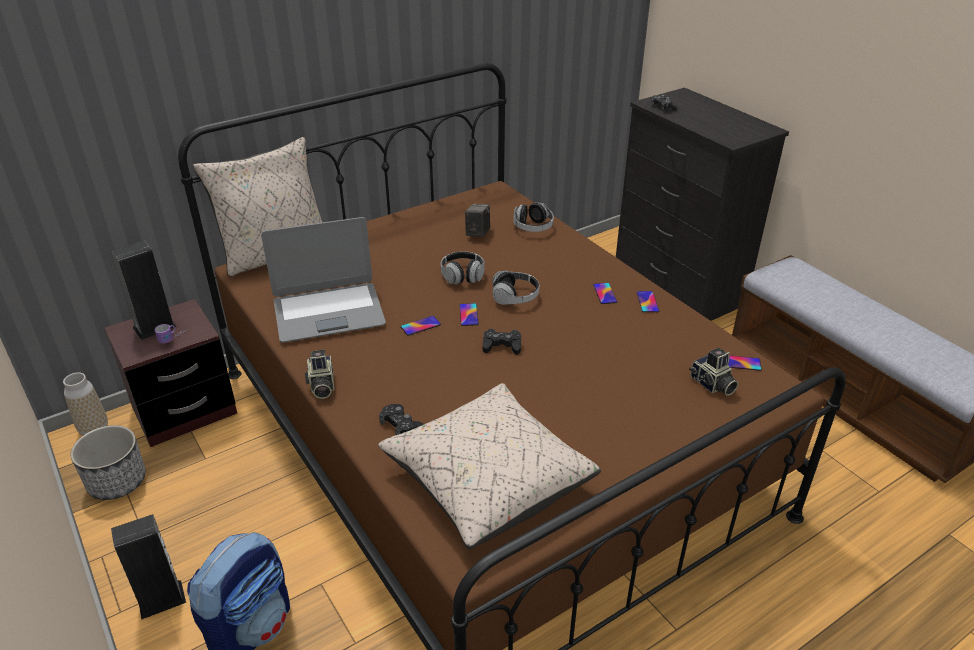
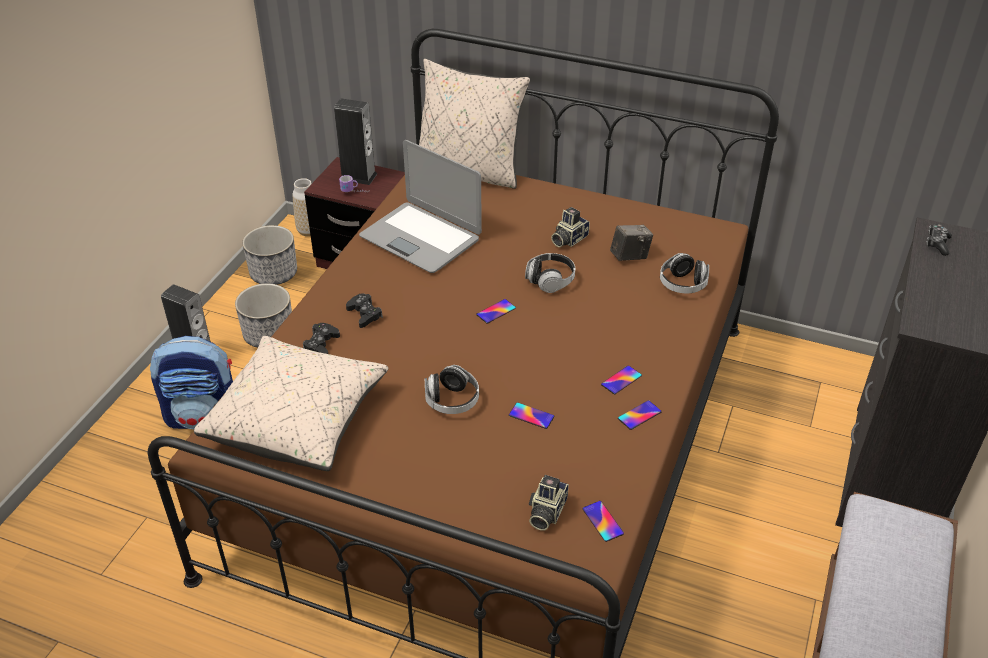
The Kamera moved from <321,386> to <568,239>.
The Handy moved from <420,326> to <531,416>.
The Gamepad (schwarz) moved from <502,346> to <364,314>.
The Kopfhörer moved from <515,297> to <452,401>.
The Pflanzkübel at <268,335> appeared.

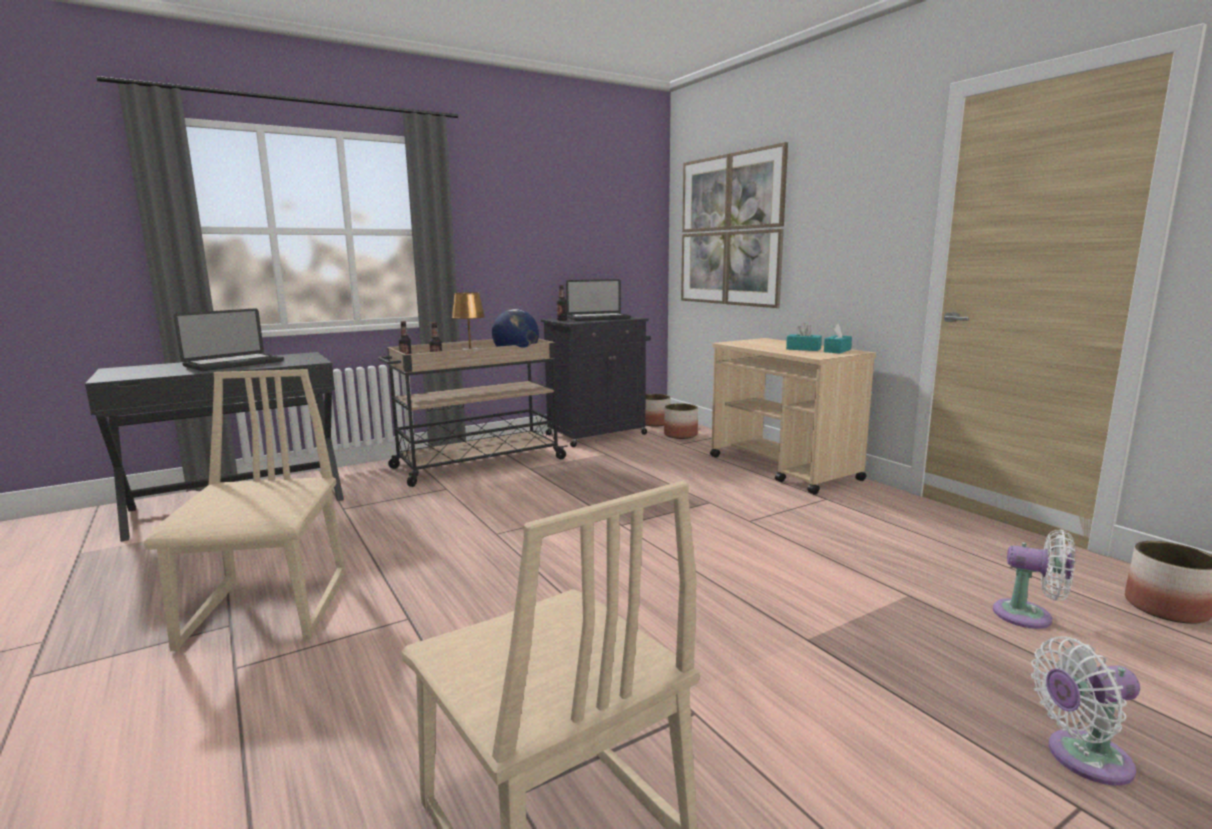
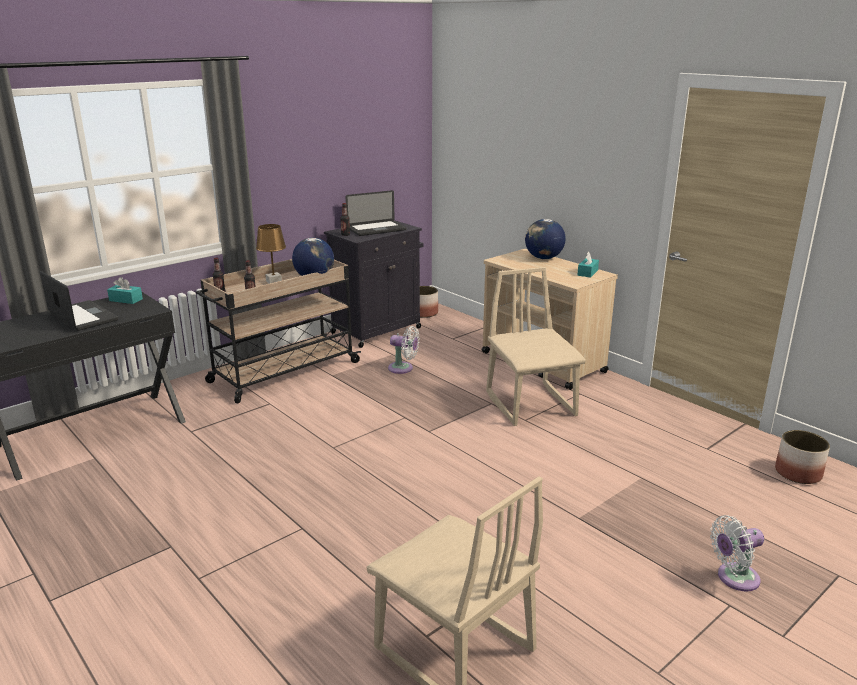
The Stuhl (beige) moved from <269,610> to <531,404>.
The Laptop at <234,364> turned 75 degrees counterclockwise.
The Pflanzkübel at <680,435> disappeared.
The Bild at <730,230> disappeared.
The Taschentuchbox (türkis) moved from <803,349> to <126,300>.
The Ventilator (weiß) moved from <1029,616> to <403,368>.
The Globus at <543,258> appeared.

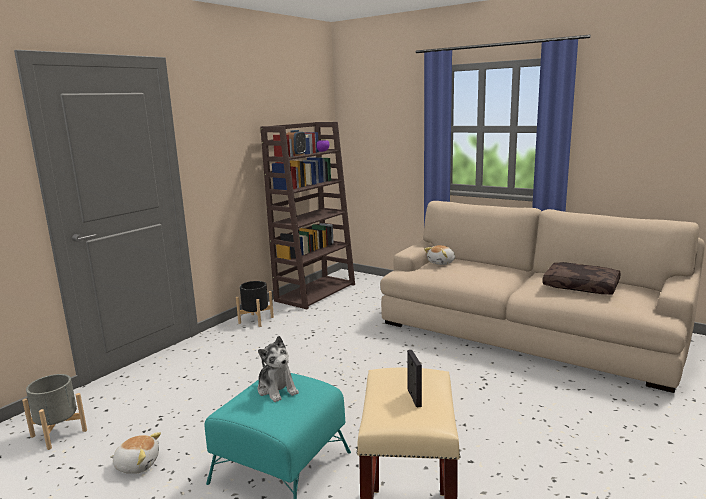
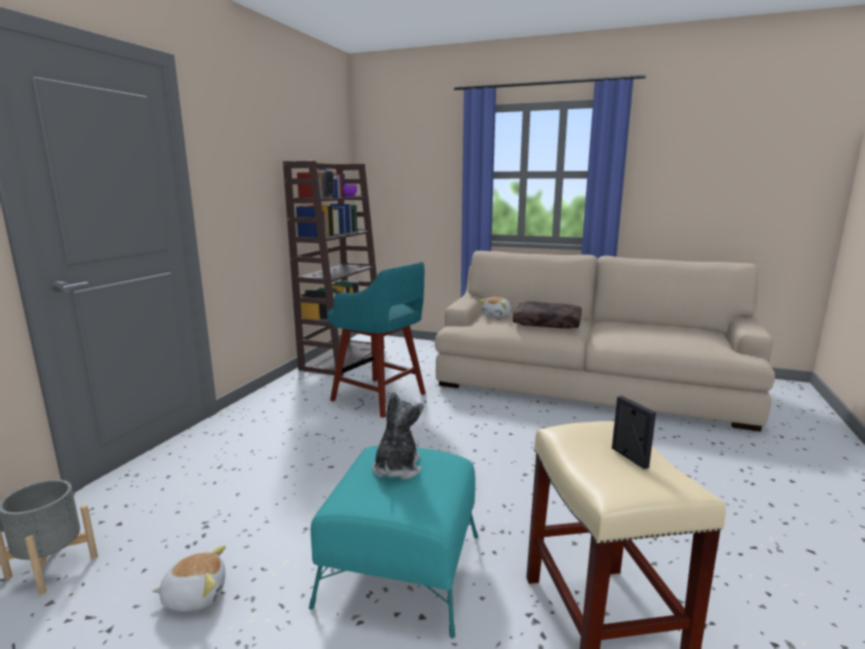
The Pflanzkübel (schwarz) at <256,320> disappeared.
The Plüschtier at <277,389> turned 120 degrees counterclockwise.
The Kissen (braun) moved from <581,286> to <548,323>.
The Hocker (türkis) at <381,398> appeared.

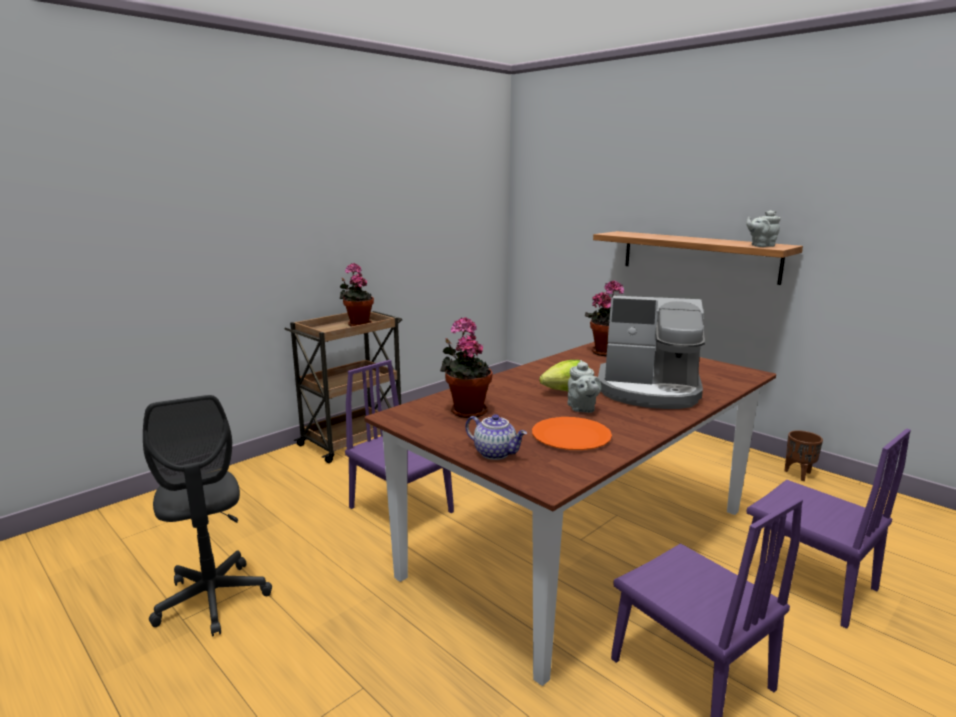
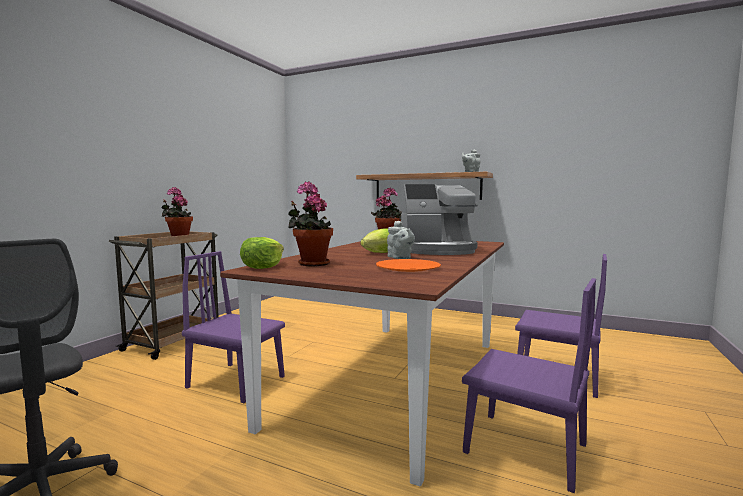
The Teekanne at <496,453> disappeared.
The Pflanzkübel (braun) at <799,474> disappeared.
The Salatkopf at <263,267> appeared.

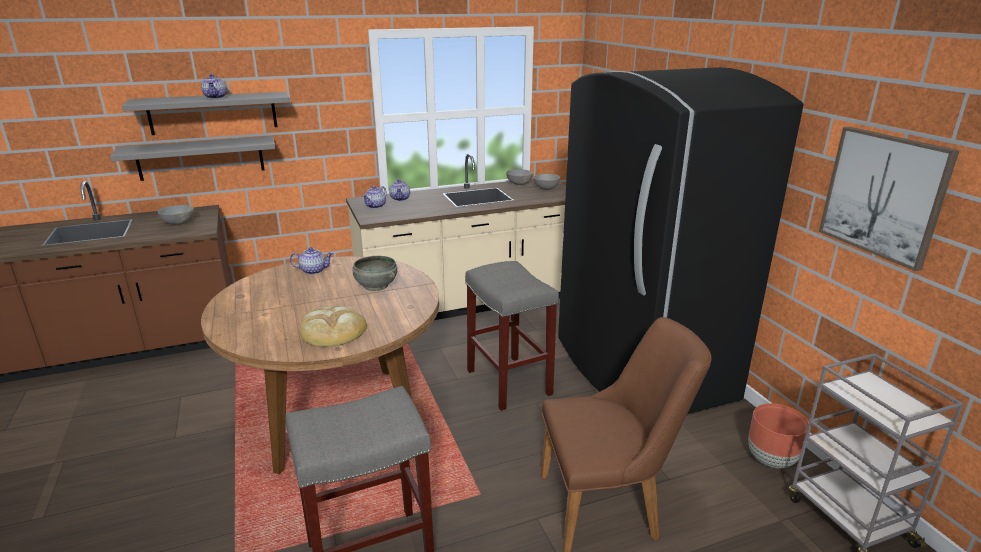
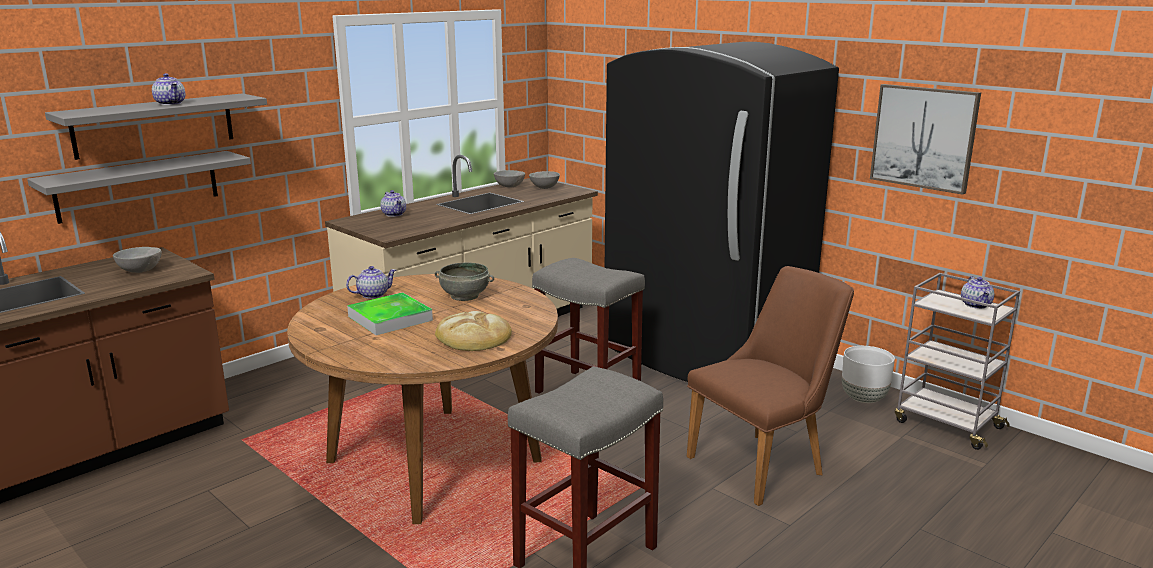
The Teekanne moved from <375,206> to <976,305>.
The Pflanzkübel (braun) at <771,460> became the Pflanzkübel (weiß) at <864,399>.
The Tablett at <390,318> appeared.

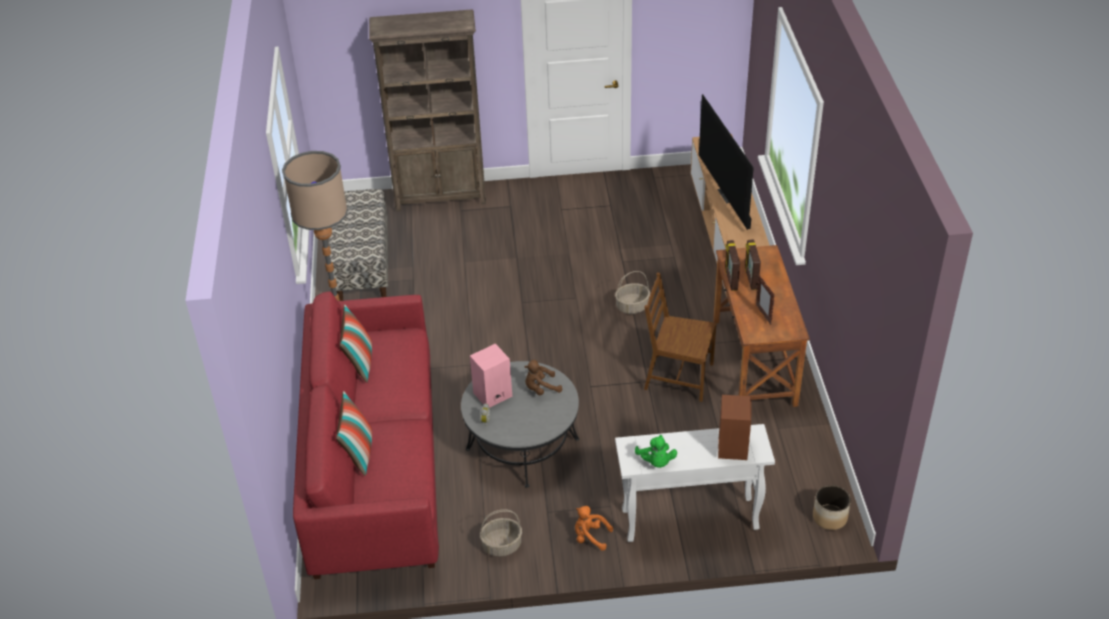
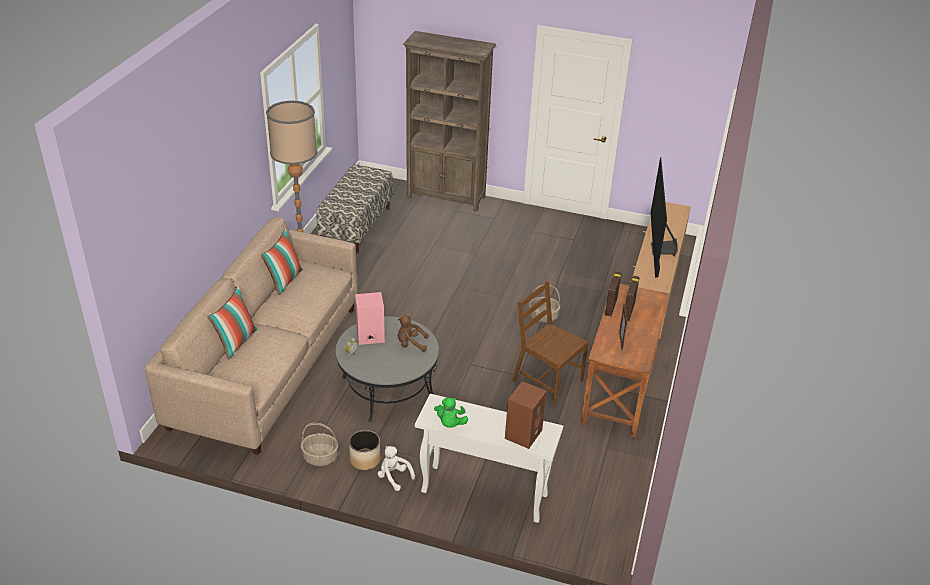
The Sofa (rot) at <374,465> became the Sofa (beige) at <267,365>.
The Plüschtier (orange) at <590,537> became the Plüschtier (weiß) at <394,477>.
The Pflanzkübel moved from <829,518> to <364,460>.

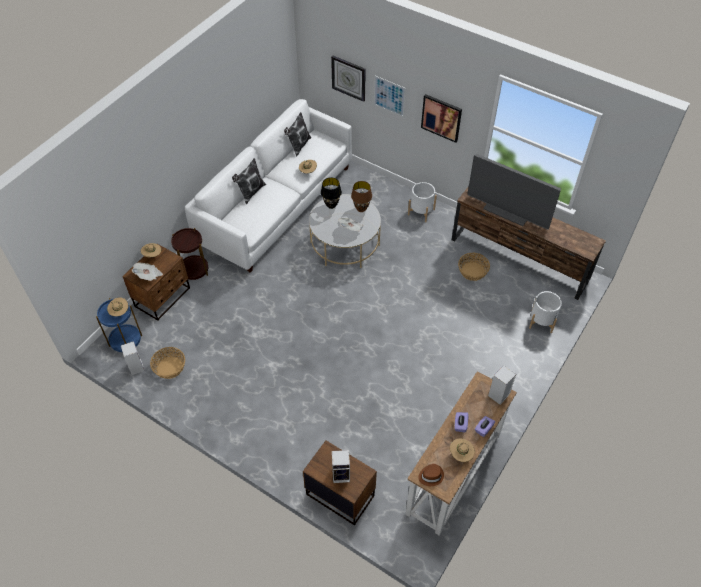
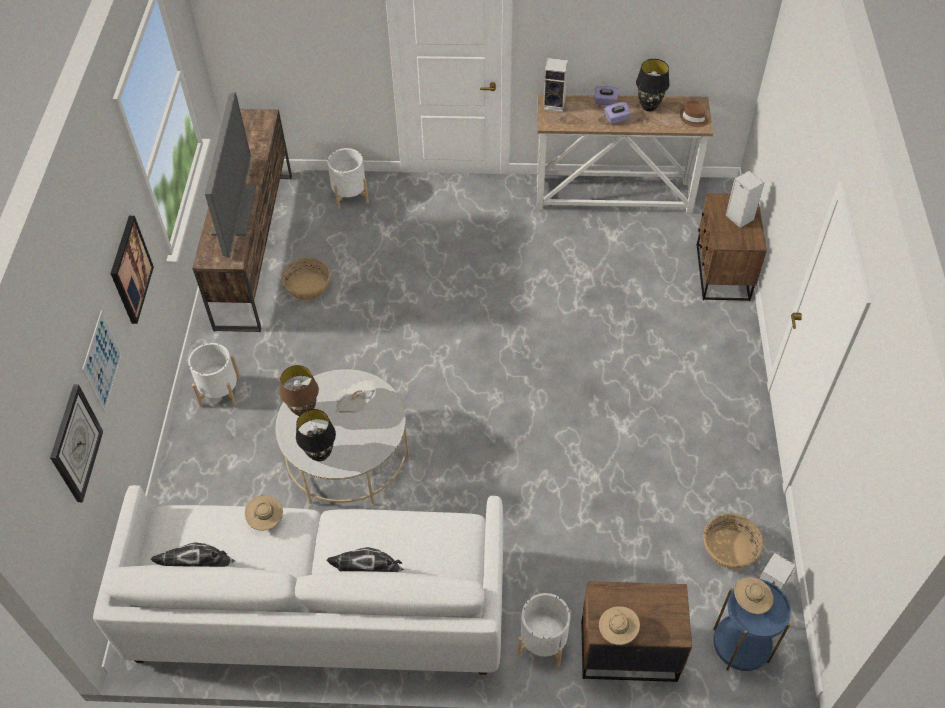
The Zeitung at <149,276> disappeared.
The Beistelltisch (braun) at <194,270> was replaced by the Pflanzkübel (weiß) at <543,641>.
The Hut (beige) at <461,454> was replaced by the Tischlampe (schwarz) at <649,107>.

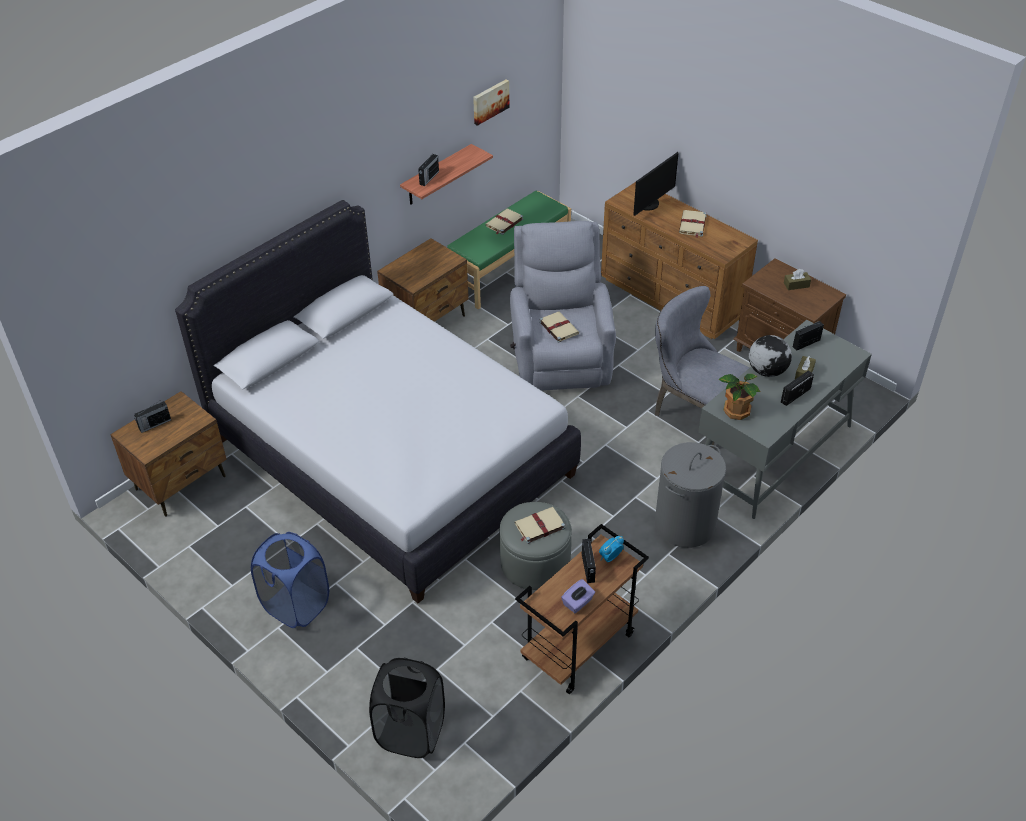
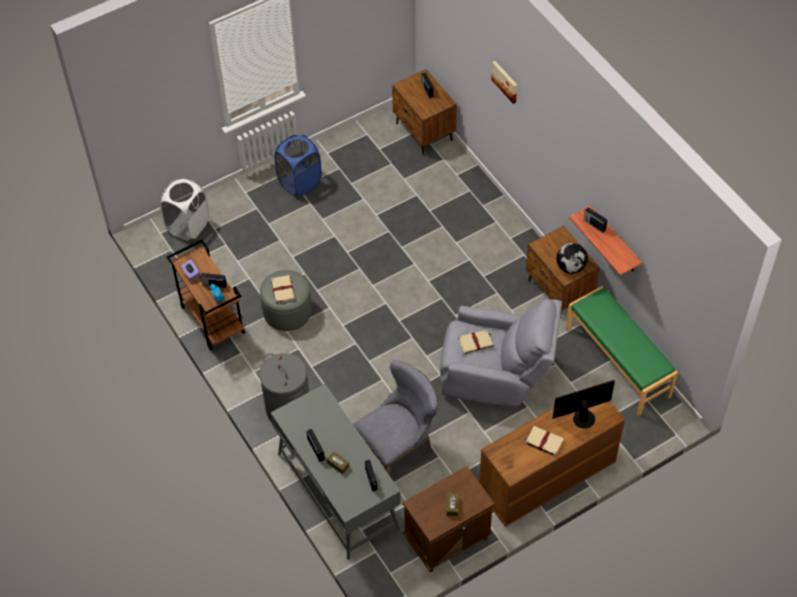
The Bett (weiß) at <391,456> disappeared.
The Wäschekorb (schwarz) at <411,732> became the Wäschekorb (weiß) at <188,226>.
The Bild moved from <490,101> to <505,81>.
The Buch (beige) at <504,223> disappeared.
The Monitor at <649,204> turned 105 degrees clockwise.
The Topfpflanze at <736,410> disappeared.
The Globus moved from <767,370> to <571,267>.

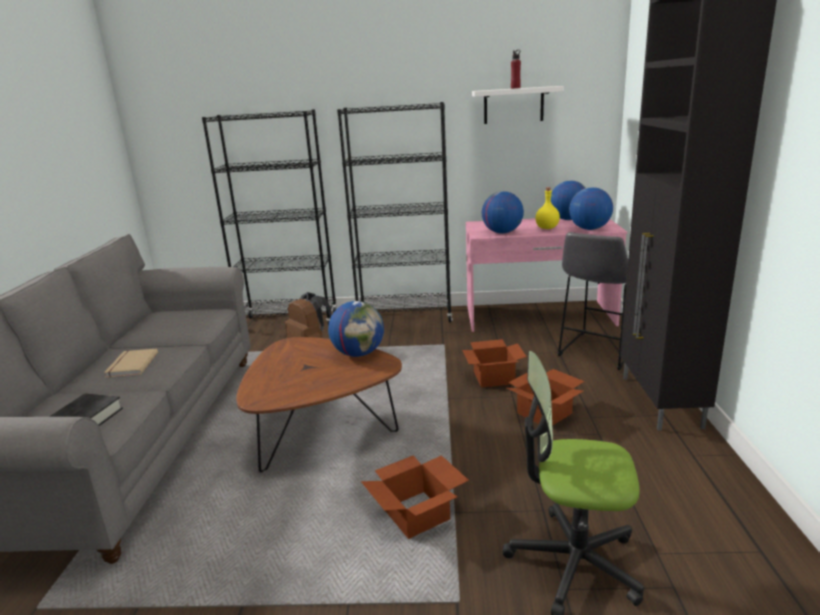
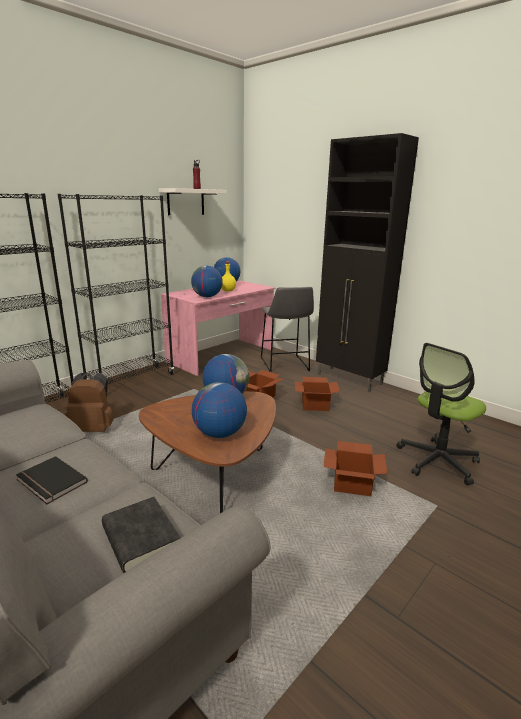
The Buch (beige) at <131,365> became the Buch (schwarz) at <50,482>.
The Globus moved from <589,229> to <219,433>.

